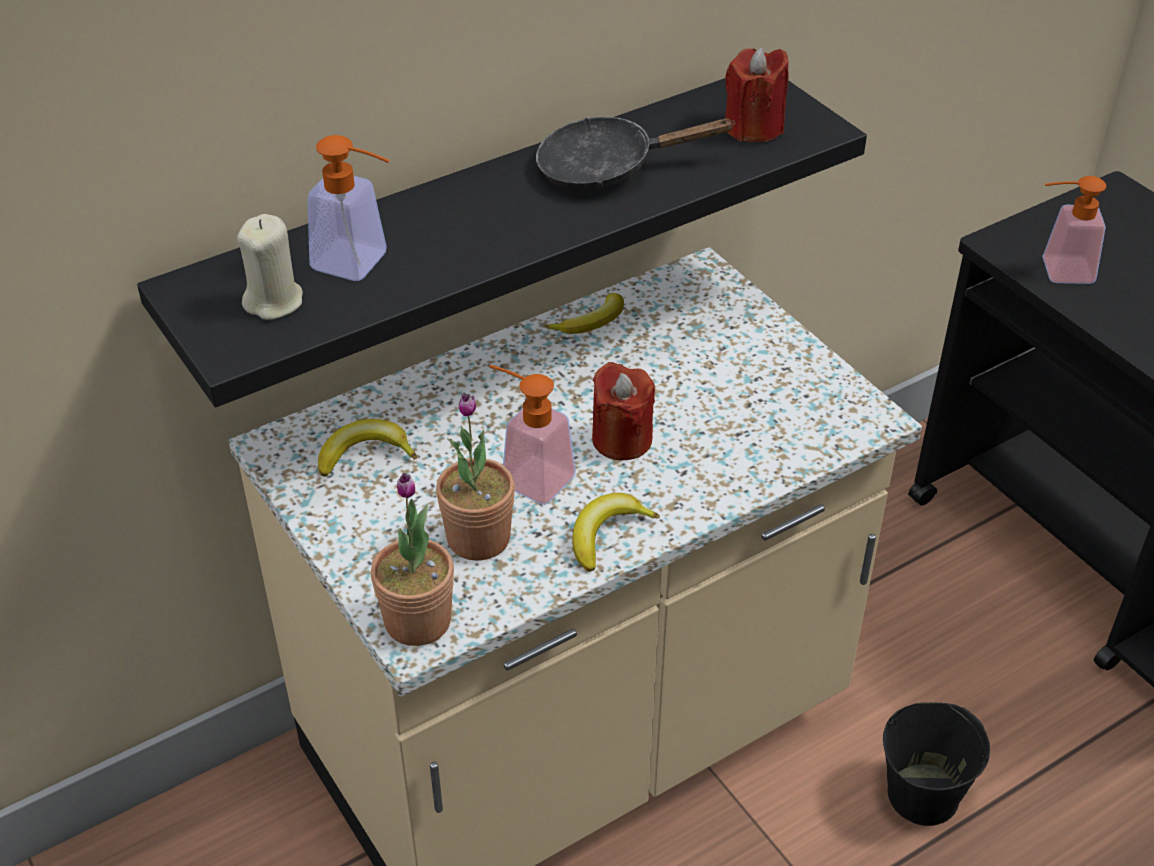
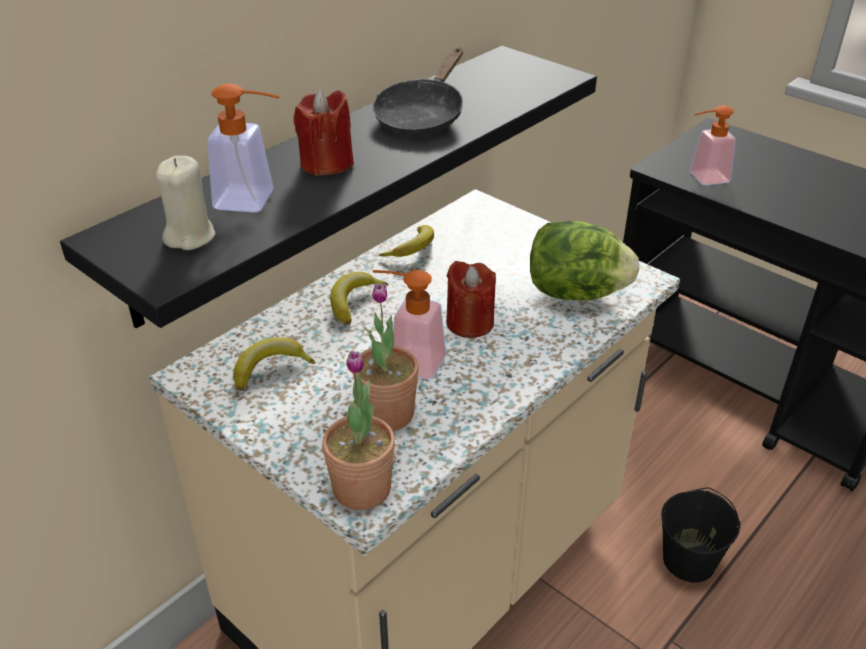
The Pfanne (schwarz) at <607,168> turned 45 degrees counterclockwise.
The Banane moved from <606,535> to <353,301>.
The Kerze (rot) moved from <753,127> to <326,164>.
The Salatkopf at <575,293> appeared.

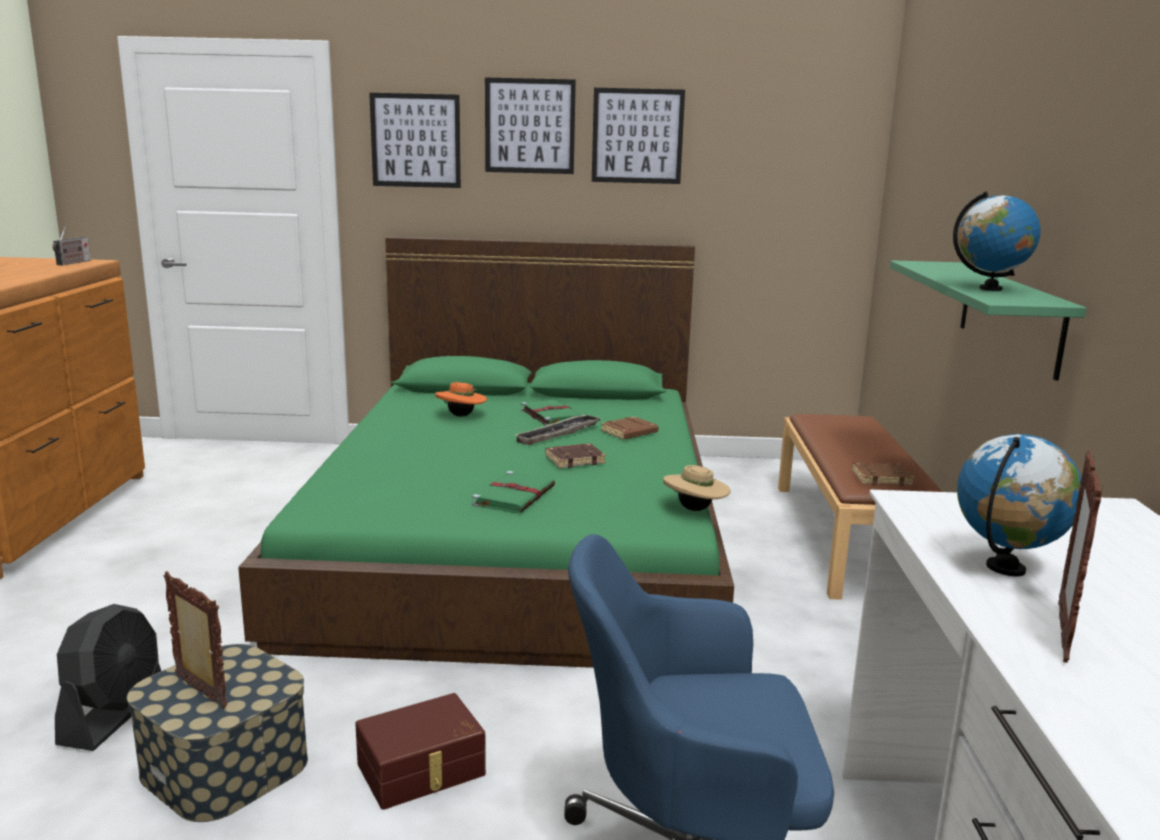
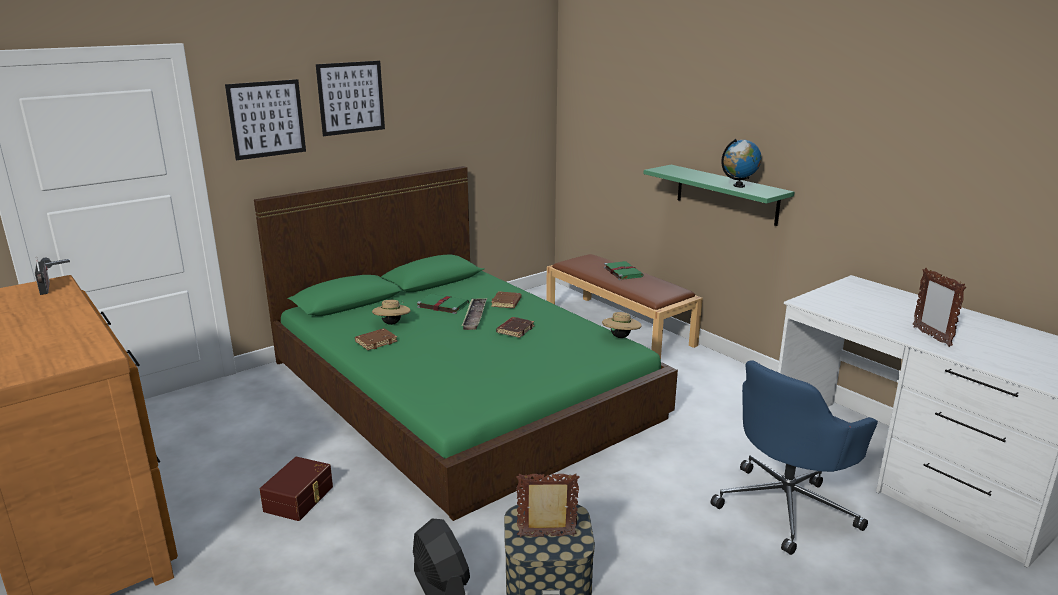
The Aufbewahrungsbox (braun) moved from <422,771> to <300,499>.
The Hut (orange) at <461,416> became the Hut (beige) at <392,323>.
The Buch (grün) moved from <515,495> to <622,272>.
The Bild at <637,136> disappeared.
The Buch (braun) moved from <882,478> to <376,342>.
The Globus at <1006,568> disappeared.

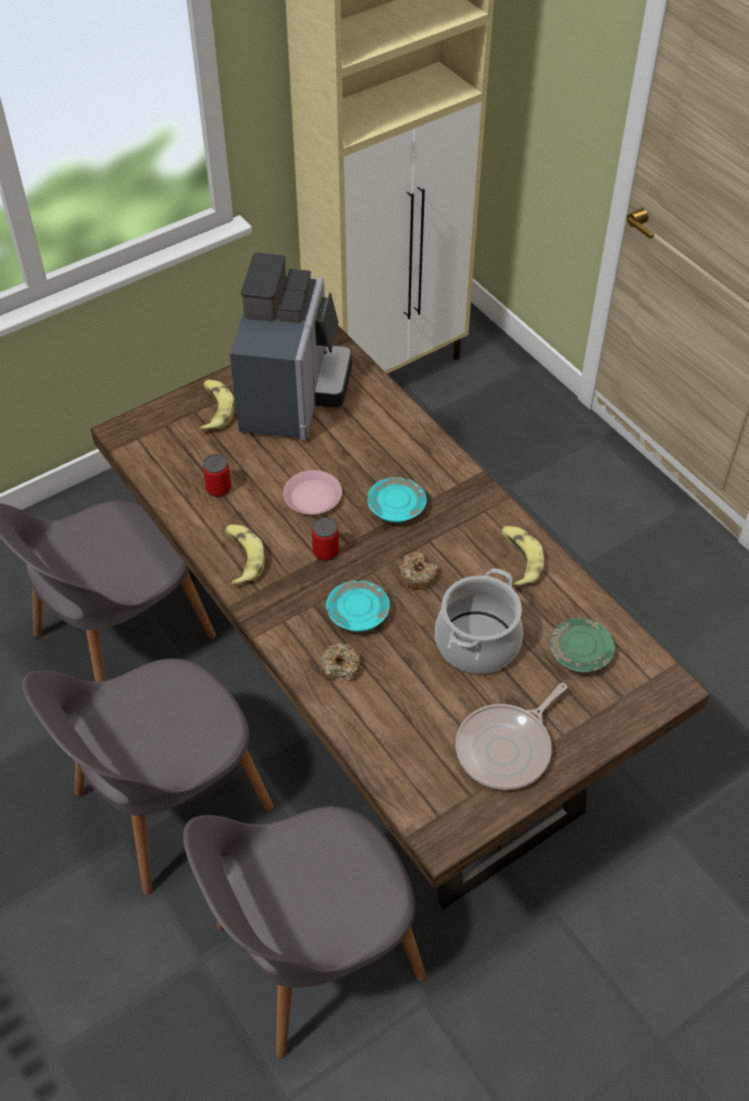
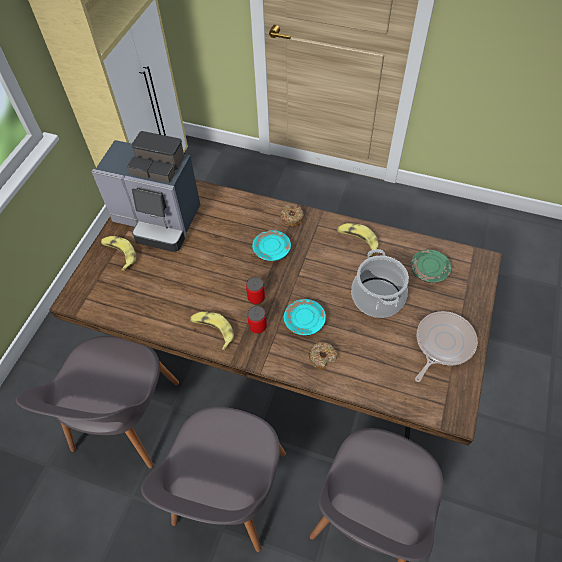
The Dose moved from <218,488> to <257,326>.
The Kaffeemaschine at <293,394> turned 135 degrees clockwise.
The Teller (rosa) at <313,496> disappeared.
The Donut moved from <417,575> to <292,218>.
The Pfanne at <507,748> turned 150 degrees counterclockwise.

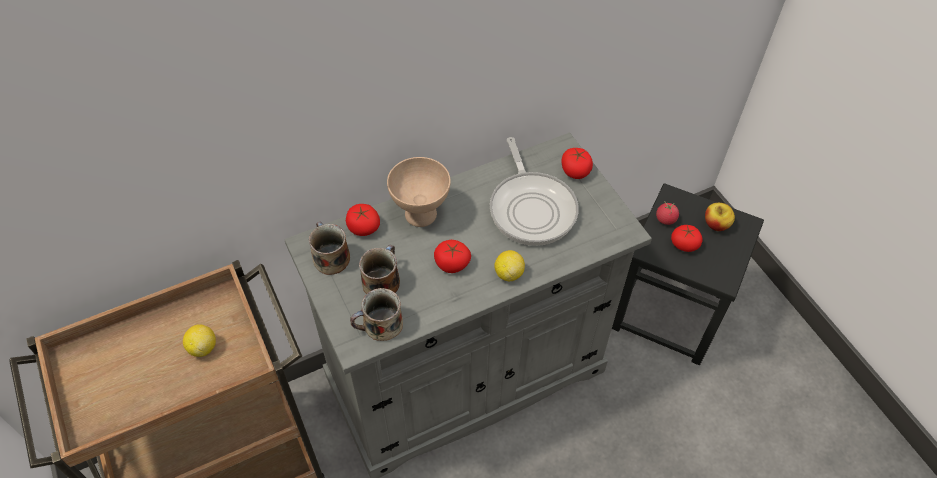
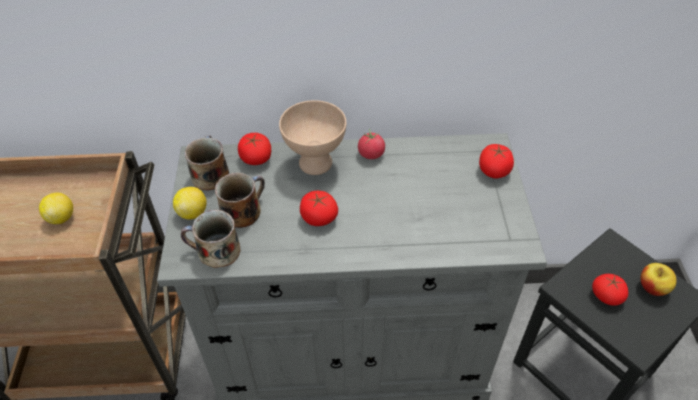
The Pfanne at <531,208> disappeared.
The Zitrone moved from <508,273> to <193,212>.
The Tomate moved from <665,219> to <371,154>.

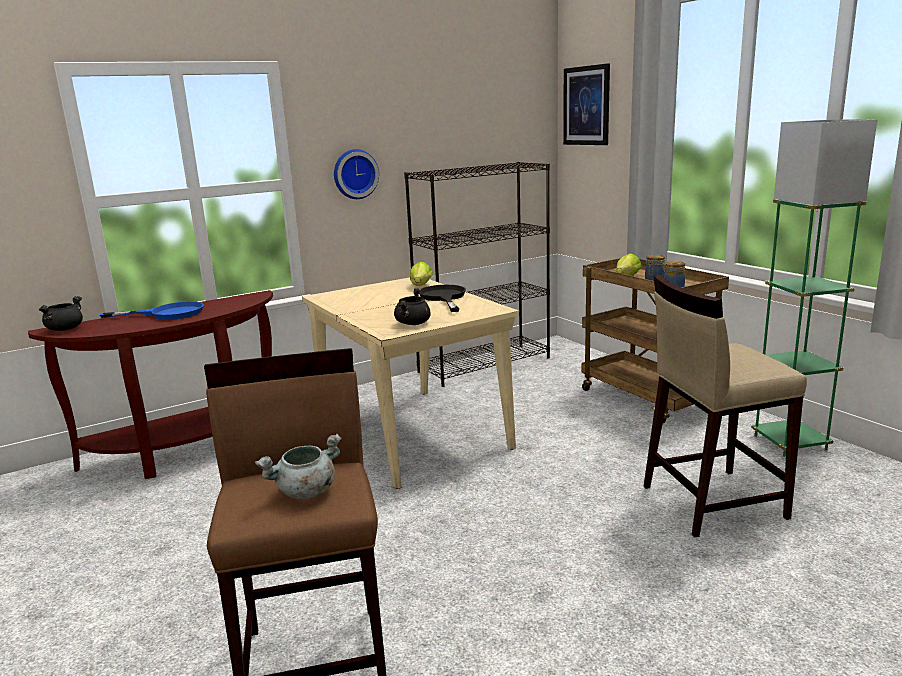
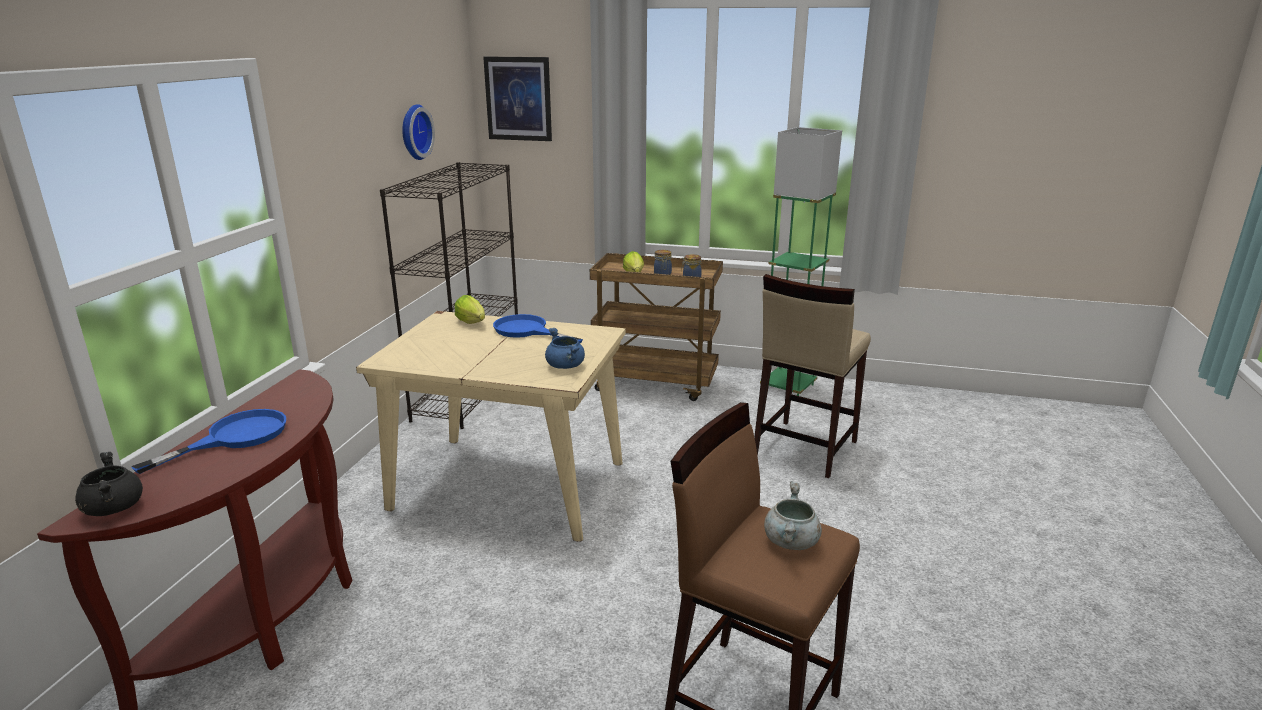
The Wanduhr moved from <354,174> to <414,132>.
The Kochtopf (schwarz) at <413,324> became the Kochtopf (blau) at <566,366>.
The Pfanne (schwarz) at <443,297> became the Pfanne (blau) at <527,331>.

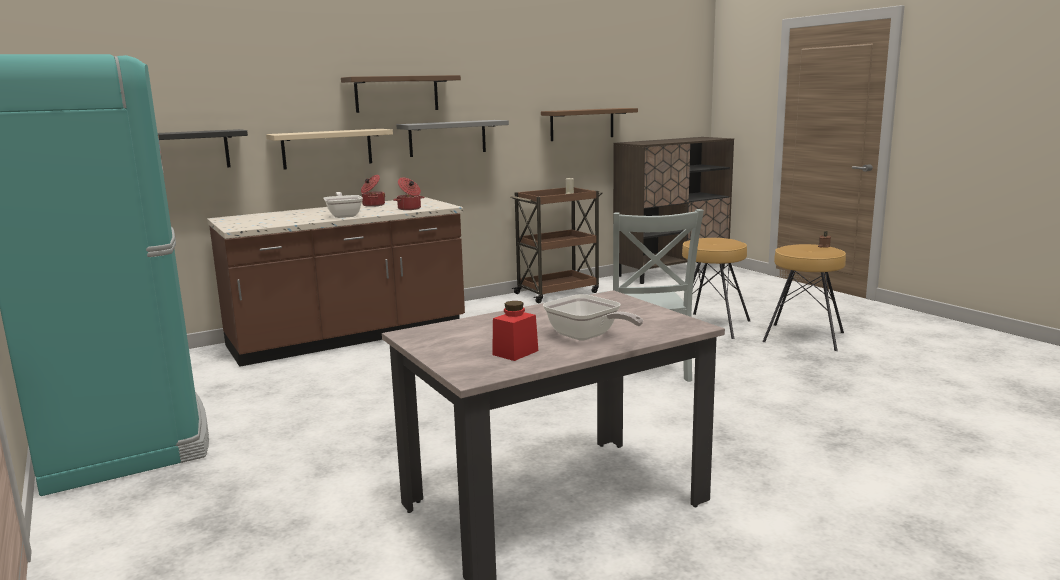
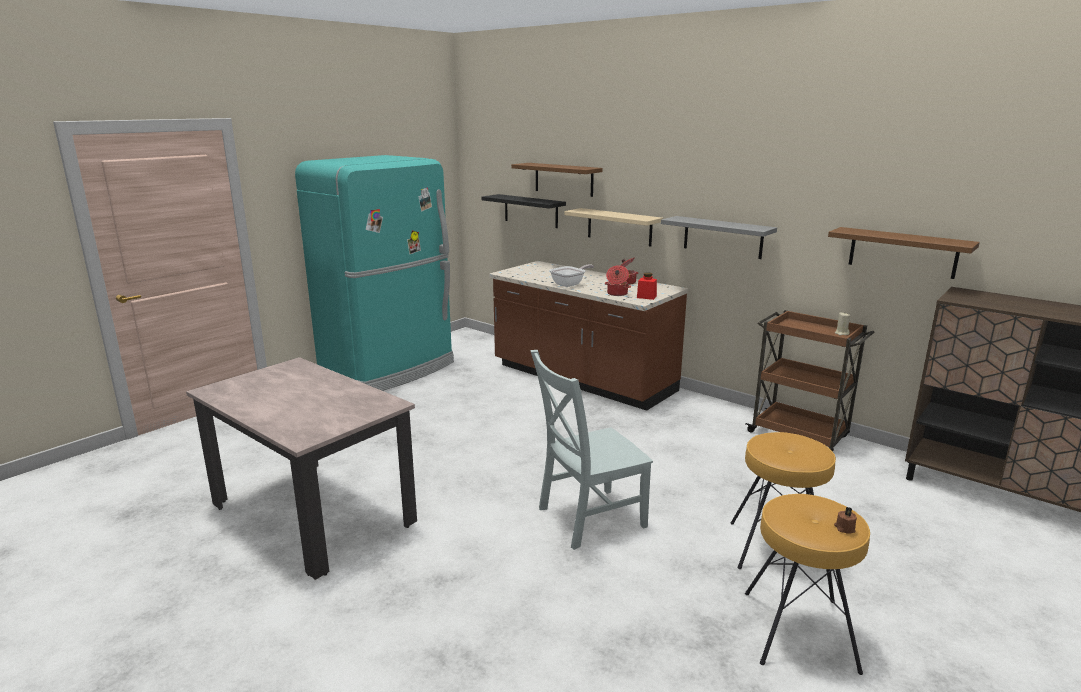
The Wandregal (braun) moved from <397,94> to <563,179>.
The Vorratsglas (rot) moved from <515,352> to <646,297>.
The Pfanne at <587,337> disappeared.

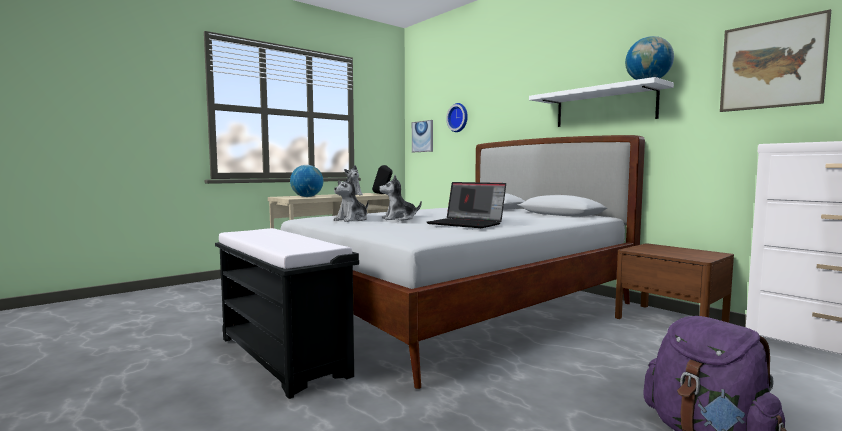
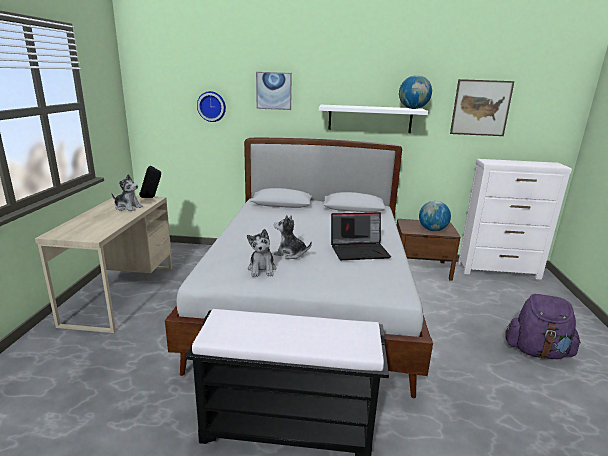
The Globus moved from <307,197> to <432,230>.
The Plüschtier at <399,219> turned 75 degrees clockwise.
The Bild moved from <422,136> to <274,91>.

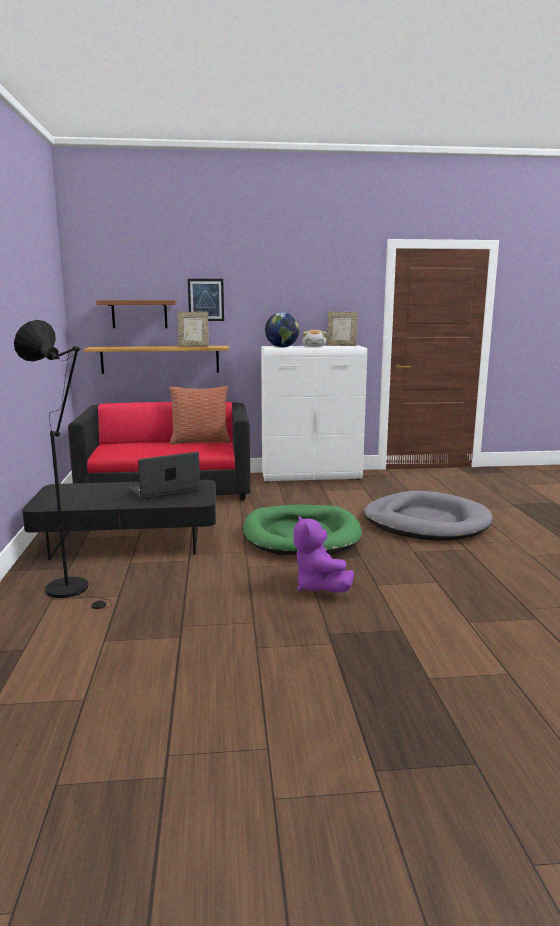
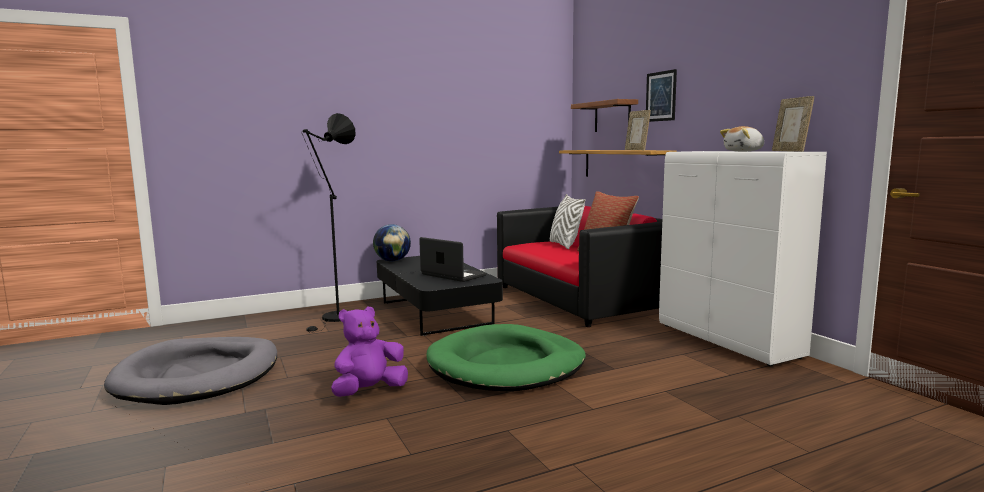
The Globus moved from <282,347> to <392,261>.
The Hundebett (grau) moved from <426,522> to <199,375>.
The Kissen (weiß) at <565,245> appeared.

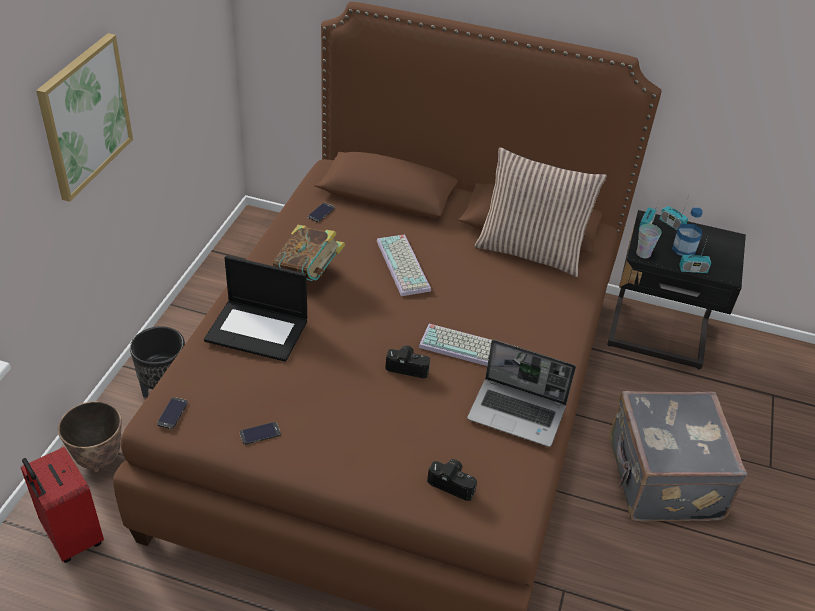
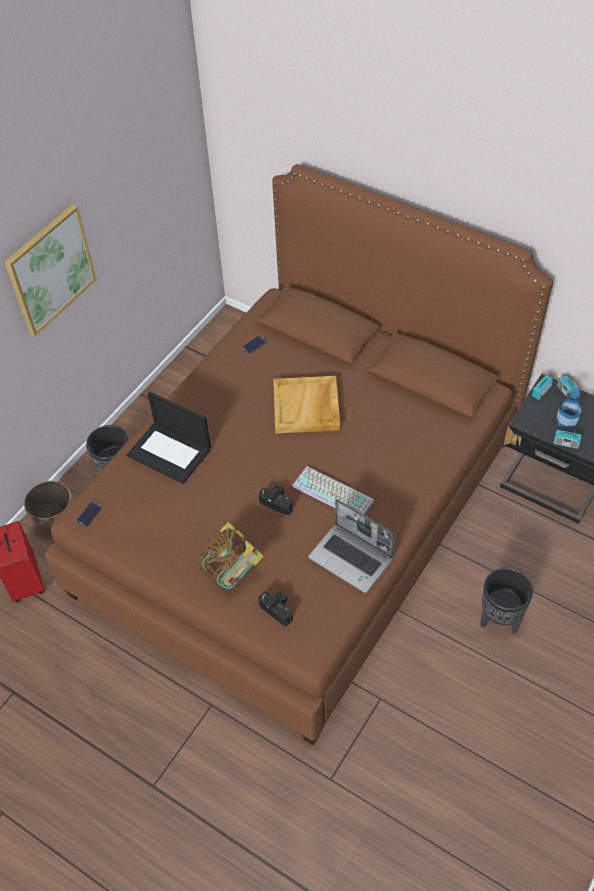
The Handy at <260,433> disappeared.
The Buch moved from <309,273> to <232,569>.
The Tastatur at <405,266> was replaced by the Tablett (beige) at <307,407>.
The Kissen at <531,251> disappeared.
The Koffer (grau) at <661,480> was replaced by the Pflanzkübel (schwarz) at <499,620>.
The Tasse at <643,254> disappeared.

